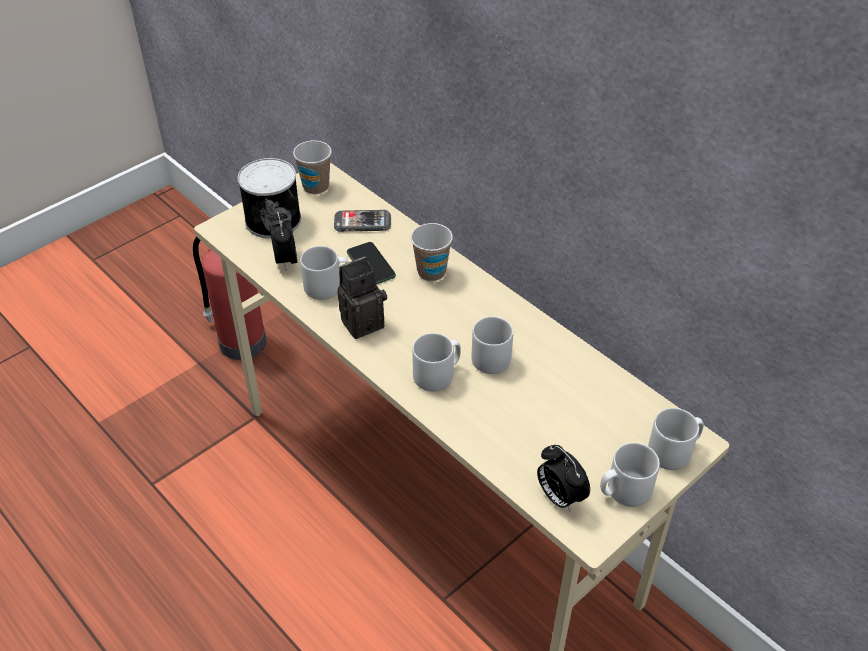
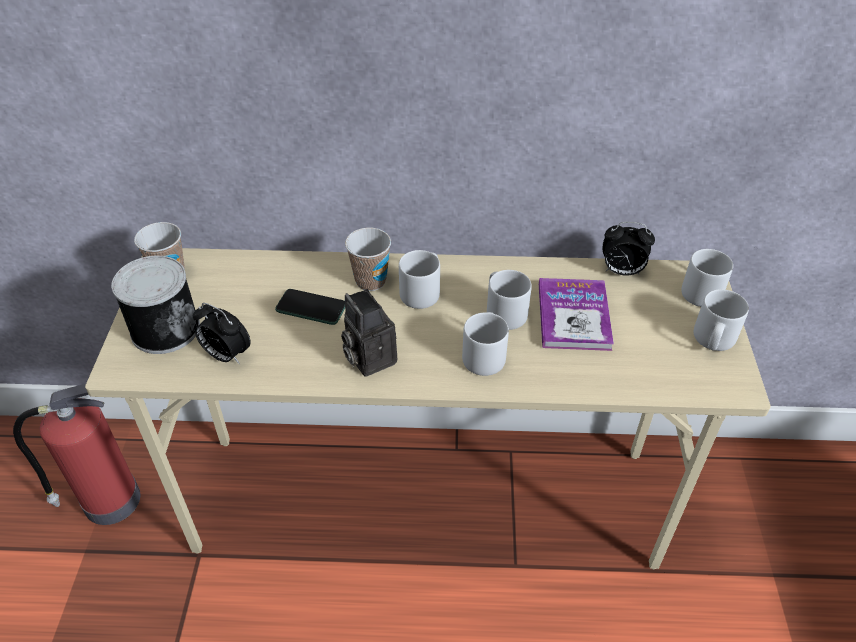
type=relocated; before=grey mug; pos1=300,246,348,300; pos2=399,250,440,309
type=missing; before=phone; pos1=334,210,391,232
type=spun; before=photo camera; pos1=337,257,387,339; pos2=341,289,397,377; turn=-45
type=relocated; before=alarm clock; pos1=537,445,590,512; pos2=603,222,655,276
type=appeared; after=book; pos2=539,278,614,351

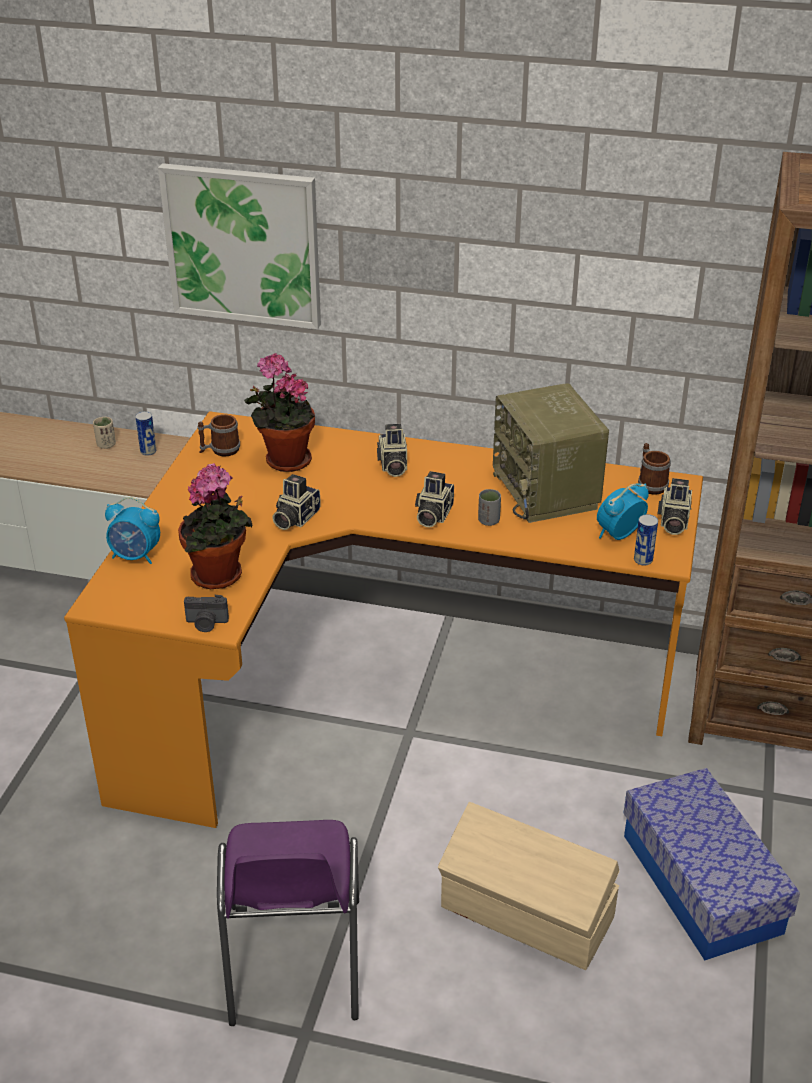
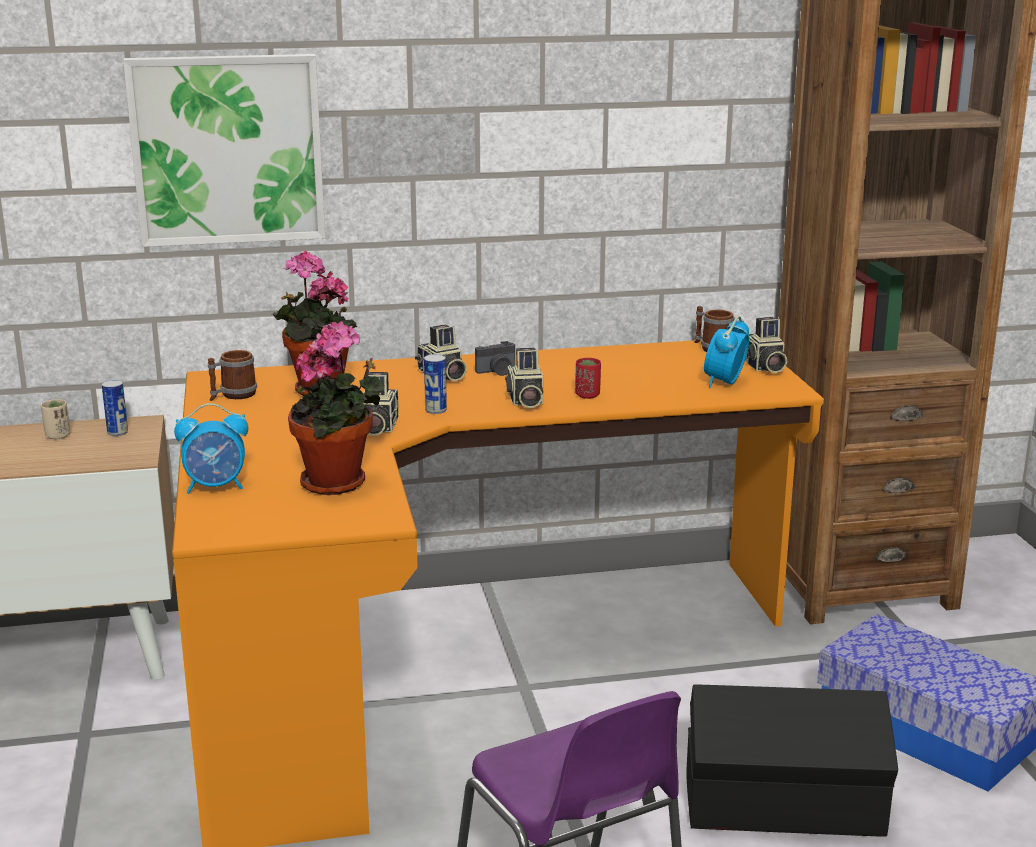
type=relocated; before=photo camera; pos1=184,595,229,632; pos2=475,341,515,376
type=colour; before=beige storage box; after=black storage box; pos1=438,802,619,970; pos2=686,684,898,837
type=colour; before=grey cup; after=red cup; pos1=478,489,501,526; pos2=575,358,601,399
type=missing; before=radio; pos1=493,383,609,523
type=relocated; before=can; pos1=634,514,658,565; pos2=424,354,447,414

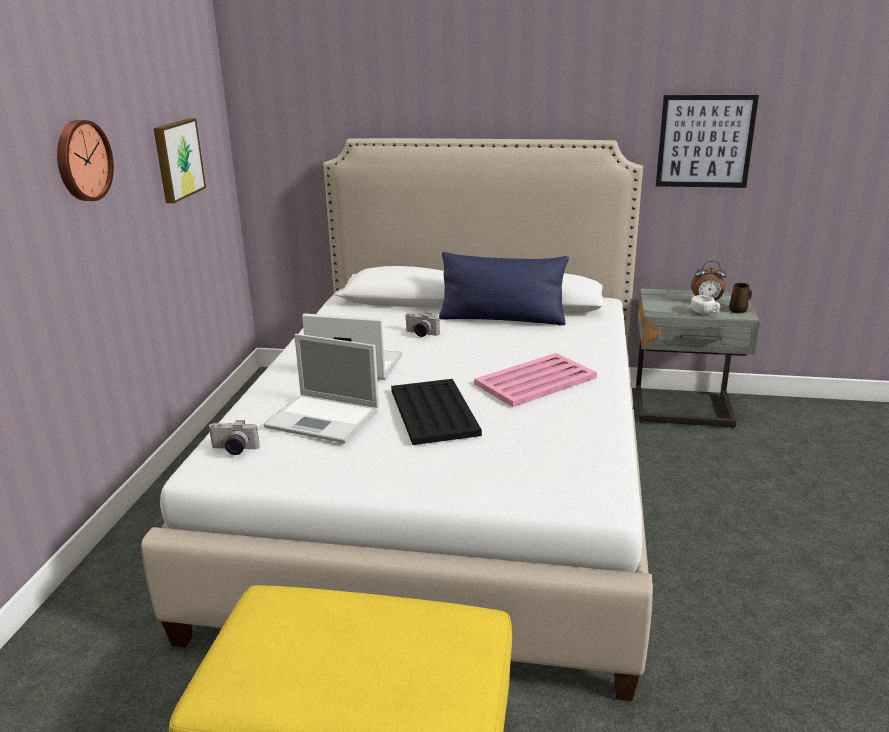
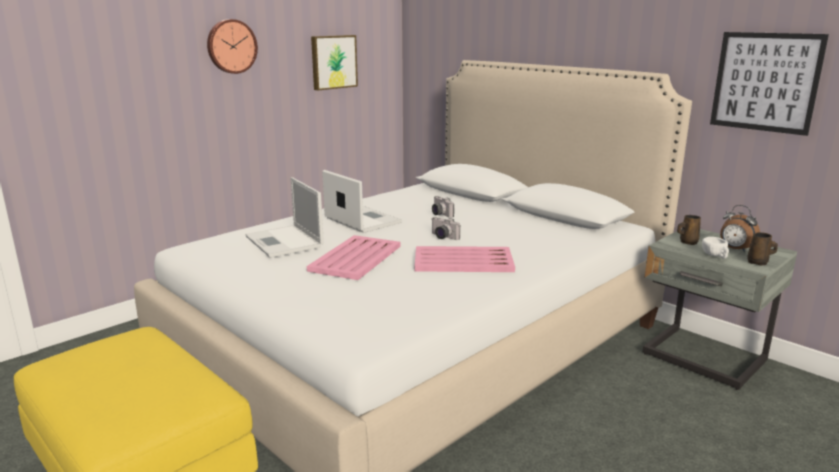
type=relocated; before=photo camera; pos1=209,420,260,455; pos2=432,217,460,240
type=colour; before=black tray; after=pink tray; pos1=391,379,482,445; pos2=307,235,400,280
type=missing; before=blue pillow; pos1=439,252,569,325
type=appeared; after=brown mug; pos2=677,215,701,245

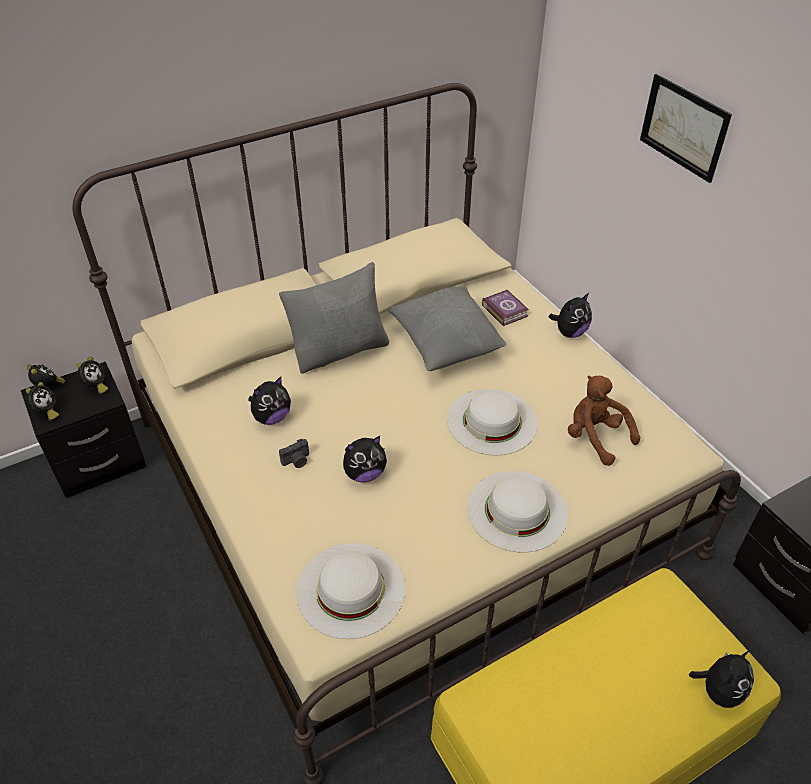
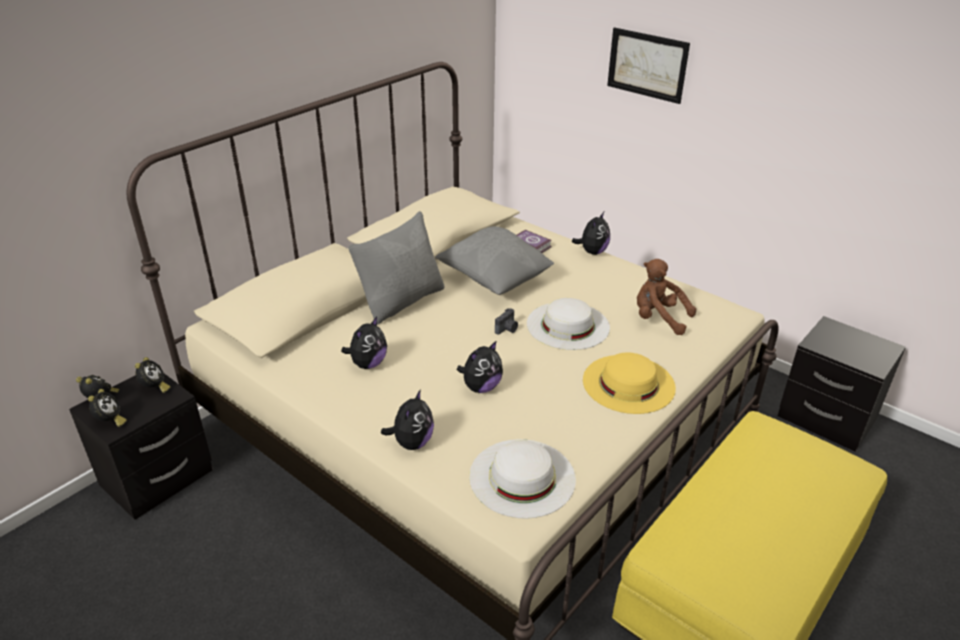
type=relocated; before=photo camera; pos1=279,439,309,468; pos2=495,308,518,335
type=colour; before=white hat; after=yellow hat; pos1=467,471,568,553; pos2=583,353,676,414
type=relocated; before=plush toy; pos1=689,650,754,708; pos2=381,389,434,450

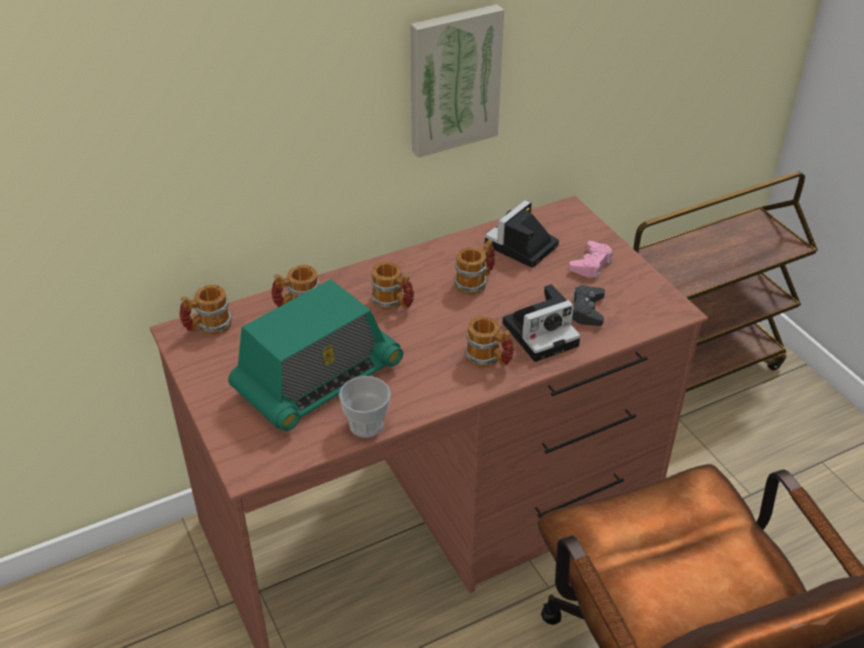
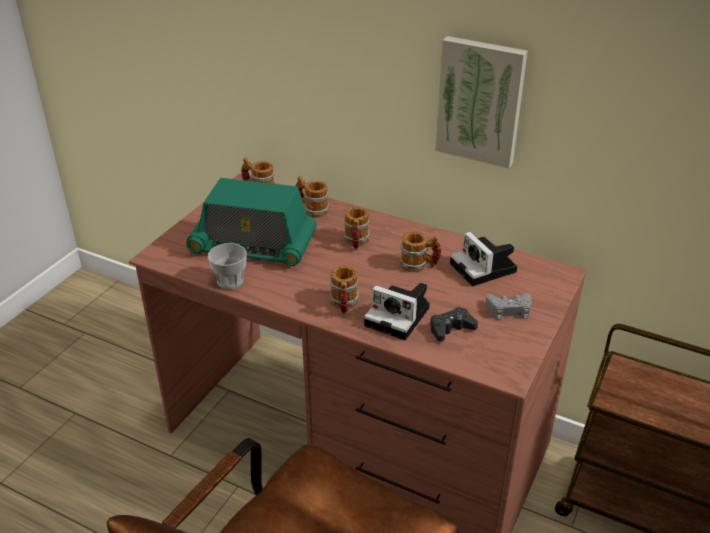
type=spun; before=photo camera; pos1=485,200,559,268; pos2=450,232,517,286; turn=-120
type=colour; before=pink game controller; after=grey game controller; pos1=569,241,613,278; pos2=486,293,532,319

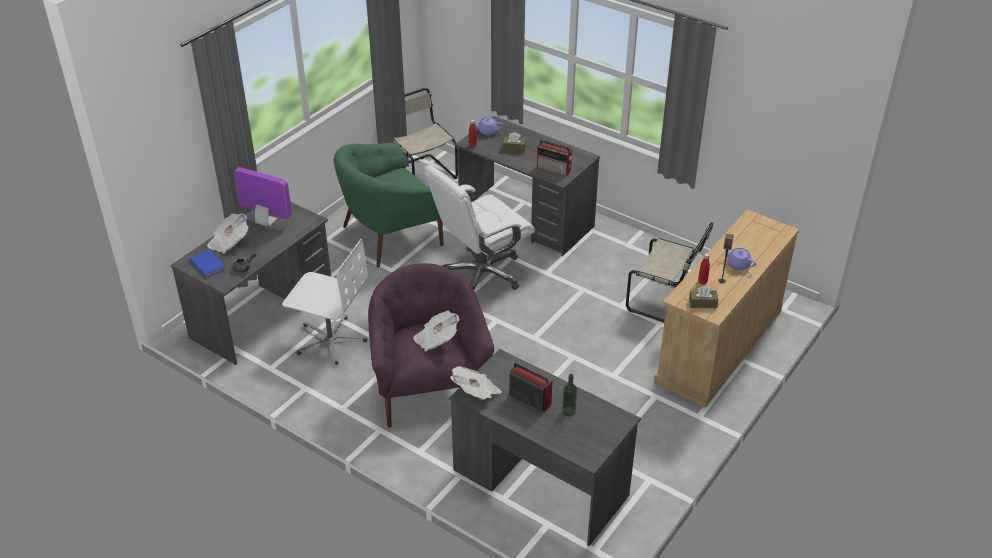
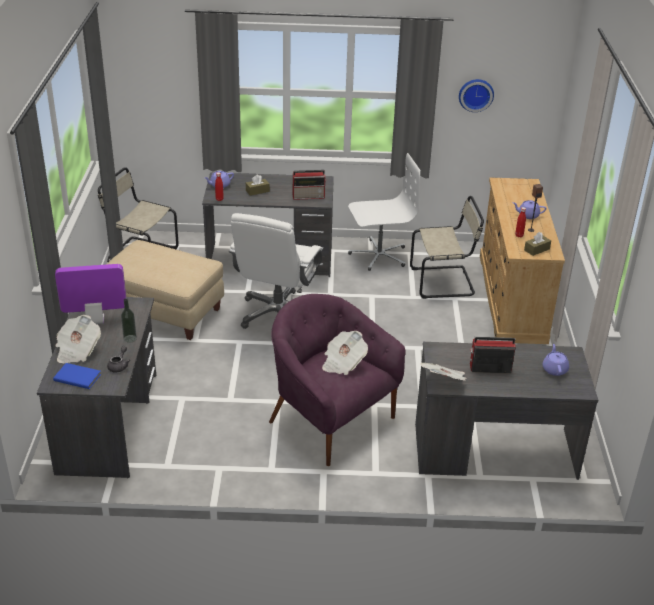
type=relocated; before=white office chair; pos1=282,239,368,365; pos2=348,153,420,271
type=exchanged; before=green armchair; after=beige ottoman; pos1=333,143,443,267; pos2=106,240,224,340
type=relocated; before=bottle; pos1=562,374,577,417; pos2=121,298,137,343
type=appeared; after=wall clock; pos2=459,79,494,112
type=appeared; after=purple teapot; pos2=542,344,569,376

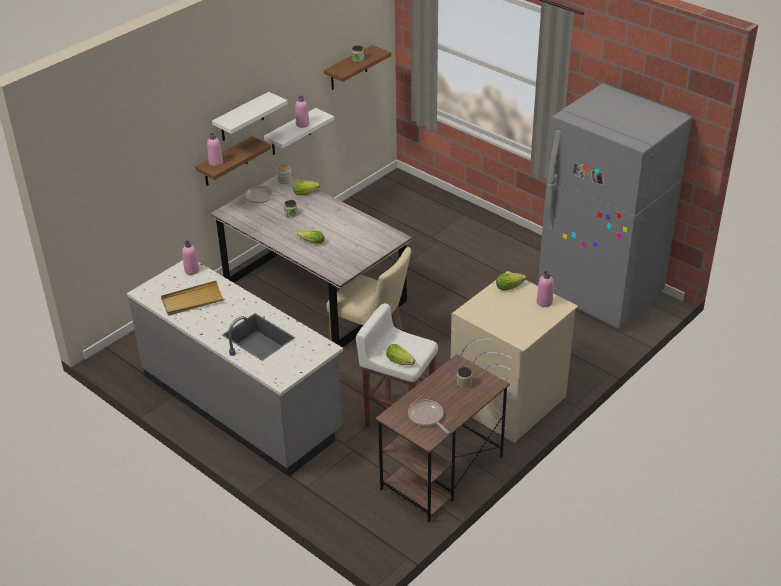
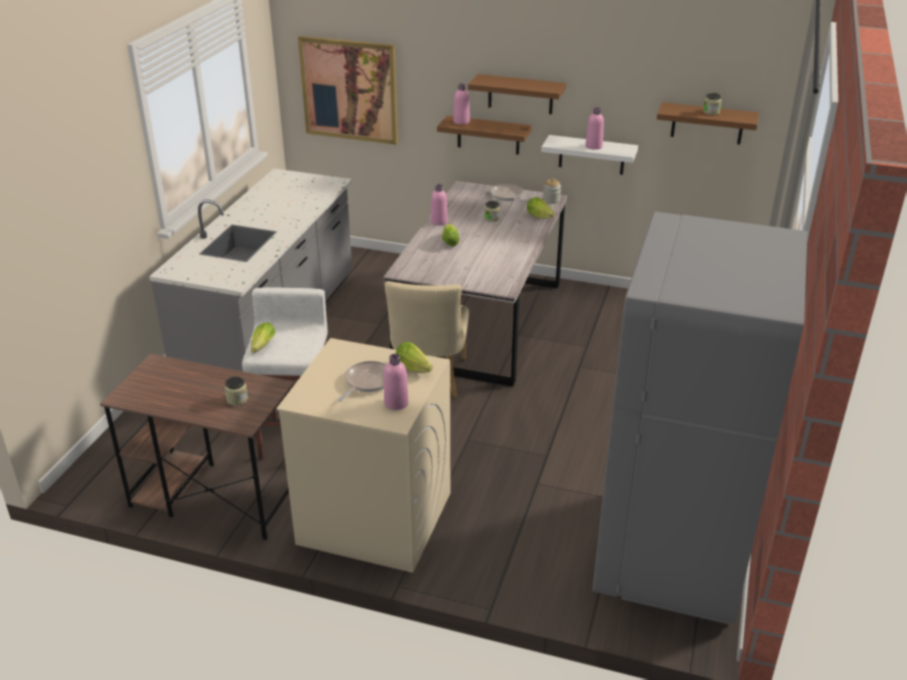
type=missing; before=beige tray; pos1=161,280,225,316
type=relocated; before=pink bottle; pos1=182,240,200,275; pos2=431,184,448,225
type=colour; before=white shelf; after=brown shelf; pos1=212,92,288,141; pos2=468,74,566,114
type=relocated; before=frying pan; pos1=408,400,449,434; pos2=338,361,386,401
type=appeared; after=picture; pos2=298,36,398,145

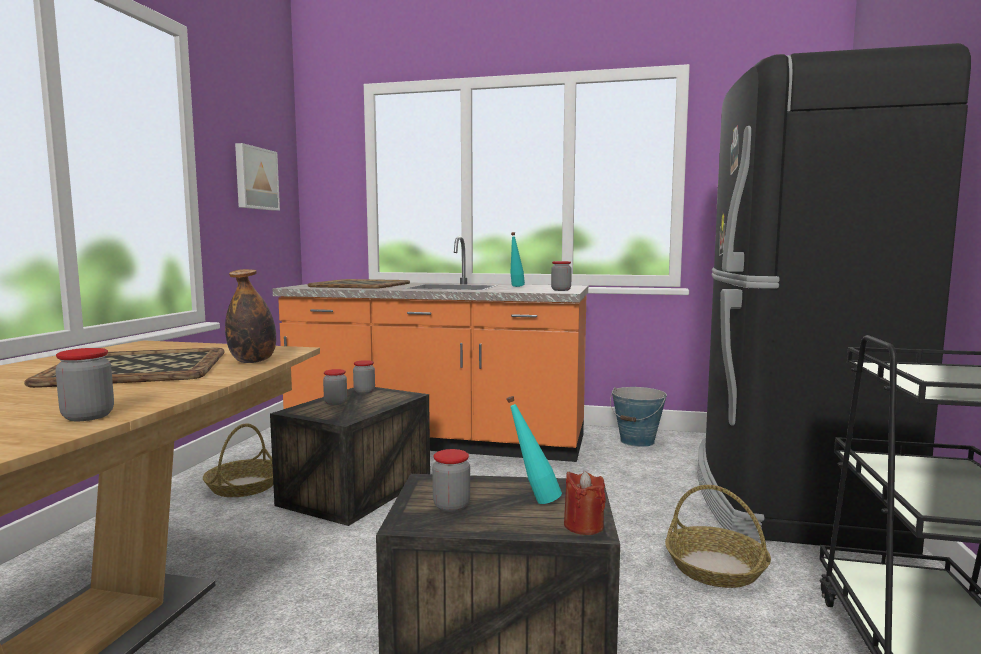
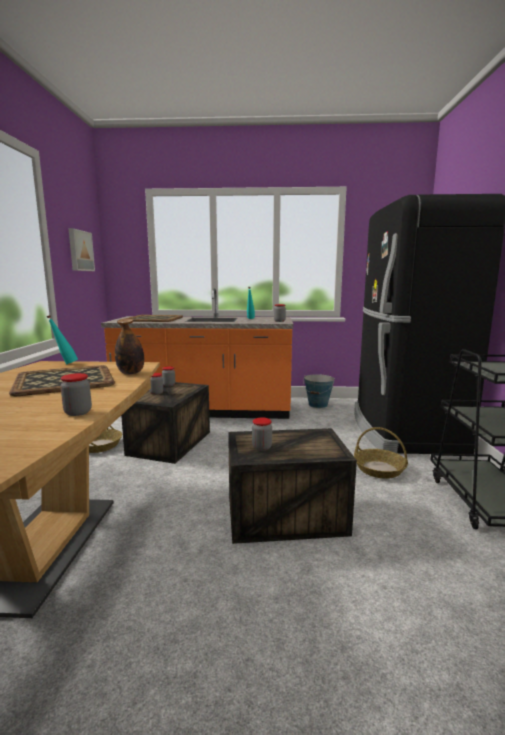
type=relocated; before=turquoise bottle; pos1=507,396,562,504; pos2=46,315,78,365
type=missing; before=red candle; pos1=564,471,606,535

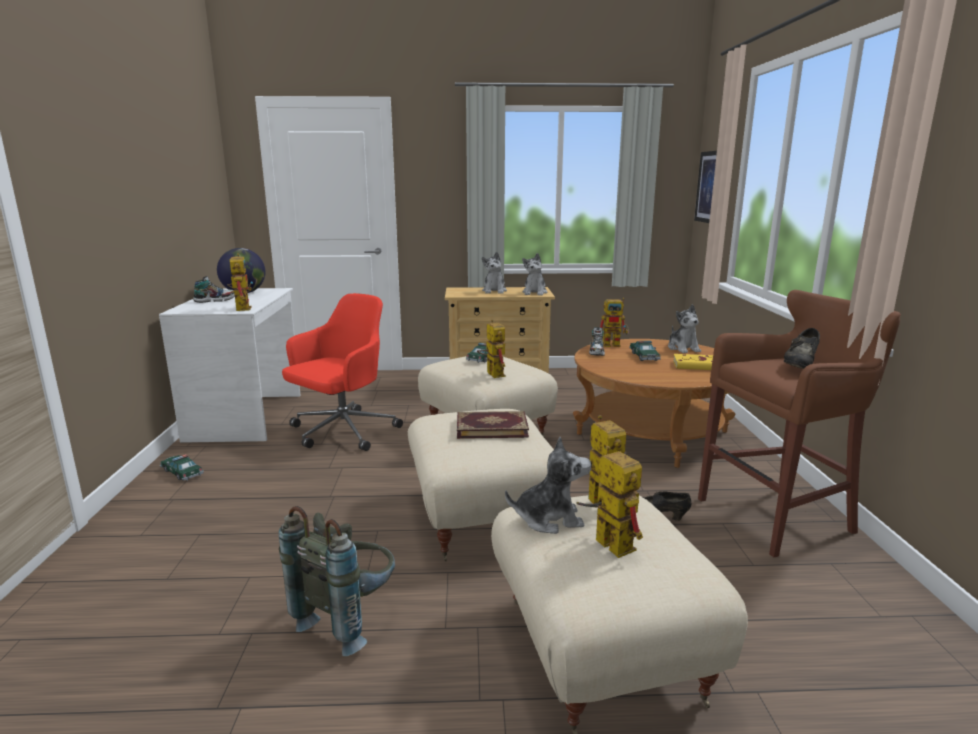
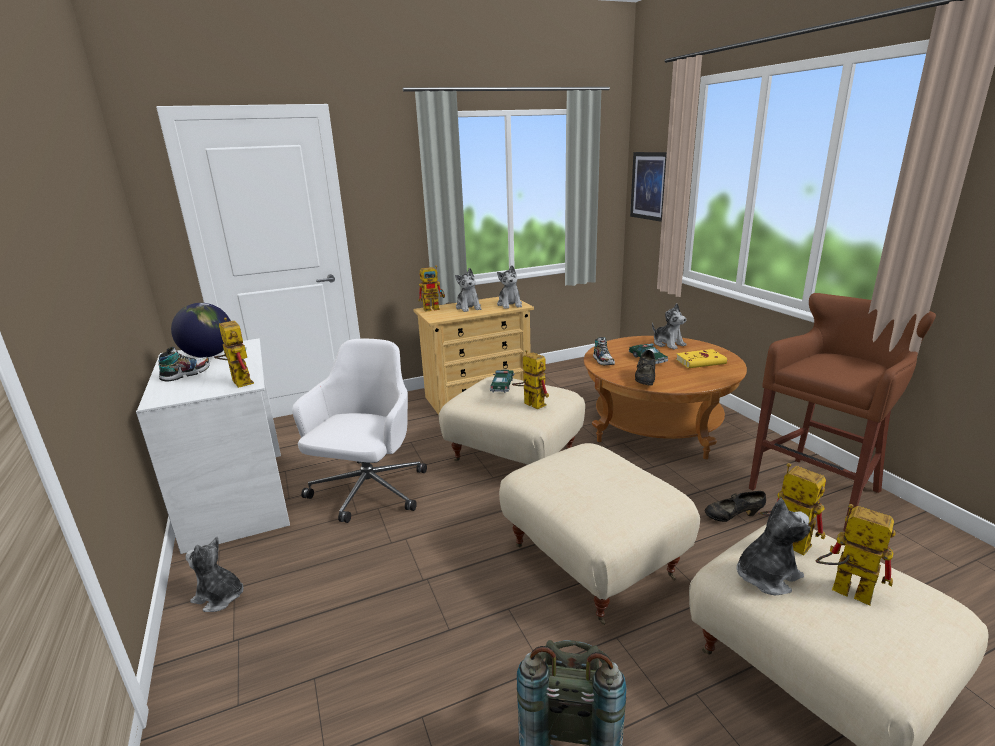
type=exchanged; before=toy car; after=plush toy; pos1=160,454,204,481; pos2=185,536,244,612
type=colour; before=red office chair; after=white office chair; pos1=282,293,403,451; pos2=292,339,427,523
type=missing; before=book; pos1=457,411,529,439
type=relocated; before=toy robot; pos1=600,298,629,347; pos2=418,265,445,312
type=relocated; before=black shoe; pos1=784,328,820,369; pos2=635,350,656,386

